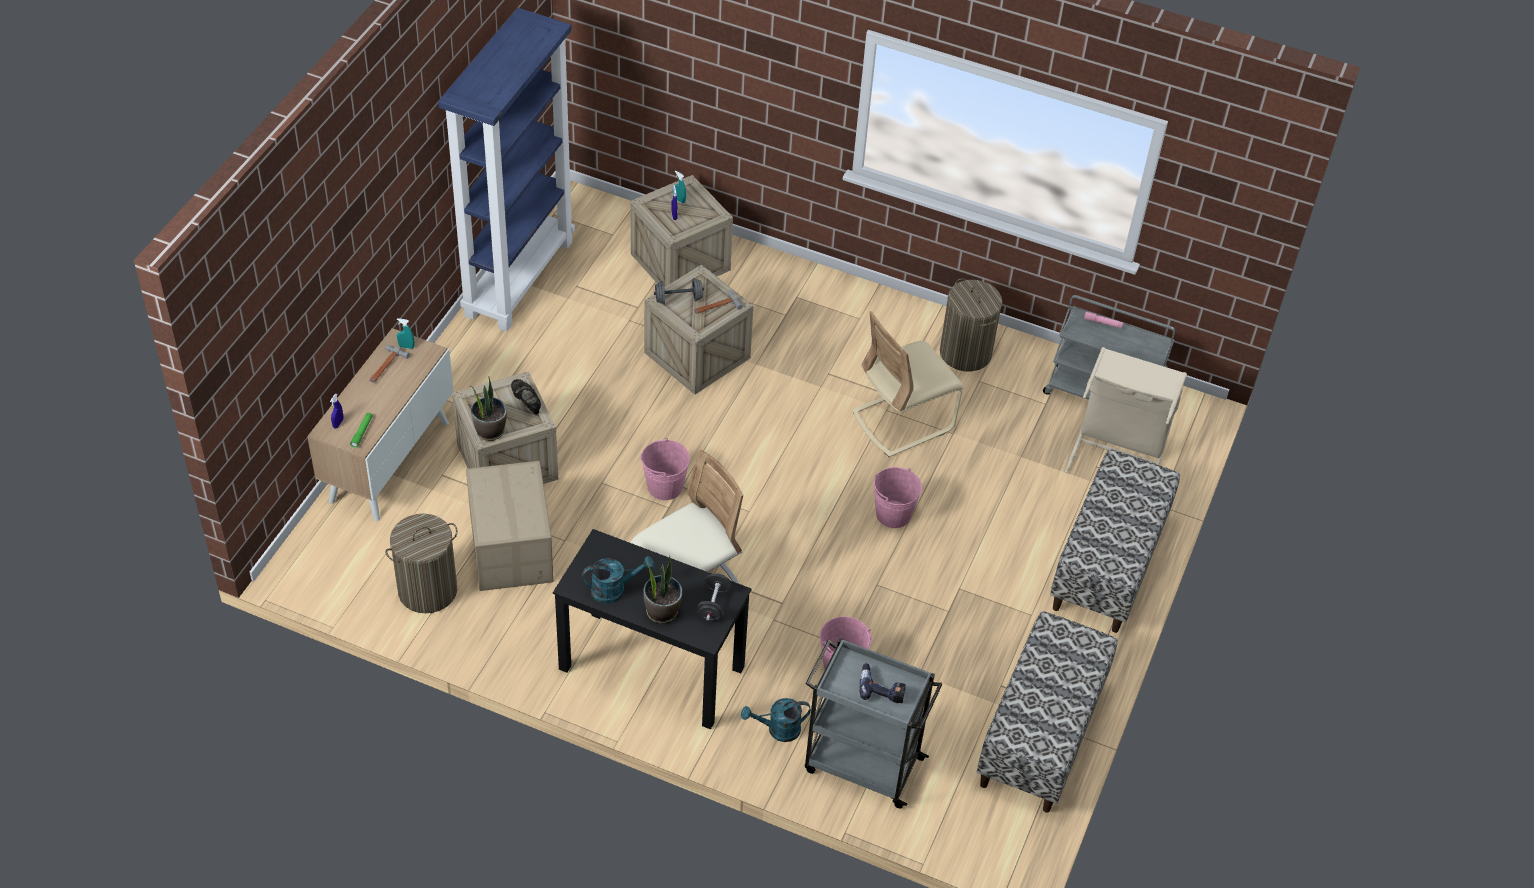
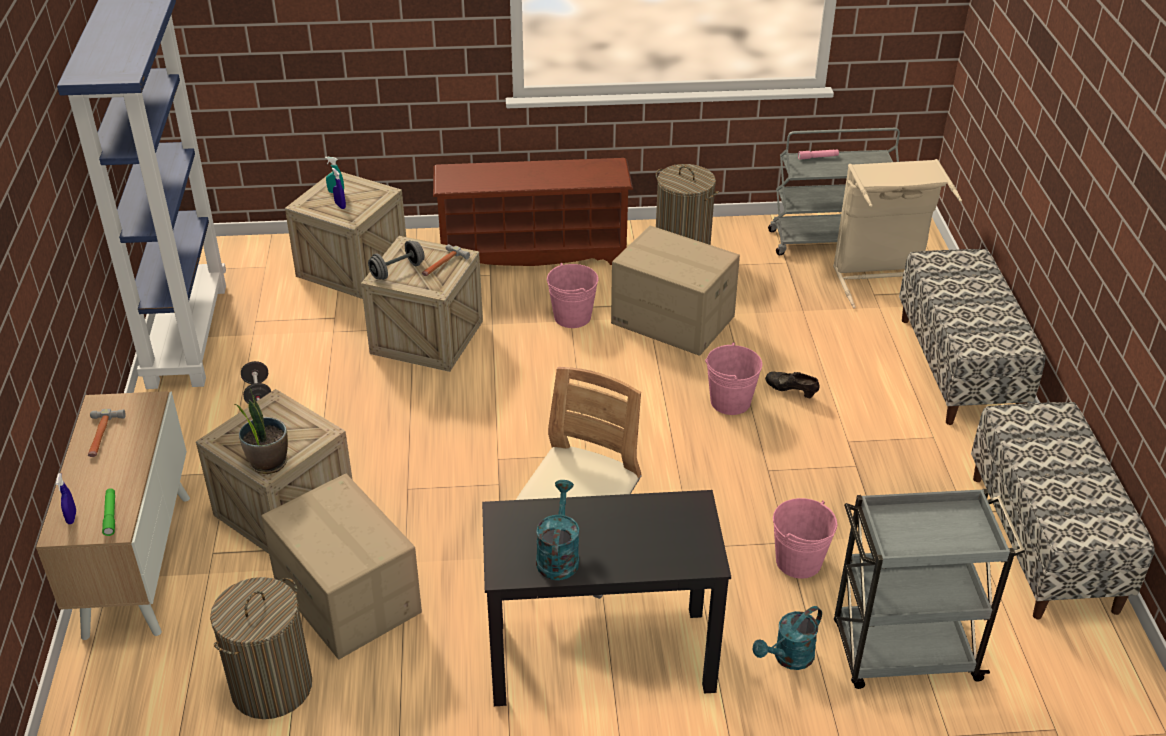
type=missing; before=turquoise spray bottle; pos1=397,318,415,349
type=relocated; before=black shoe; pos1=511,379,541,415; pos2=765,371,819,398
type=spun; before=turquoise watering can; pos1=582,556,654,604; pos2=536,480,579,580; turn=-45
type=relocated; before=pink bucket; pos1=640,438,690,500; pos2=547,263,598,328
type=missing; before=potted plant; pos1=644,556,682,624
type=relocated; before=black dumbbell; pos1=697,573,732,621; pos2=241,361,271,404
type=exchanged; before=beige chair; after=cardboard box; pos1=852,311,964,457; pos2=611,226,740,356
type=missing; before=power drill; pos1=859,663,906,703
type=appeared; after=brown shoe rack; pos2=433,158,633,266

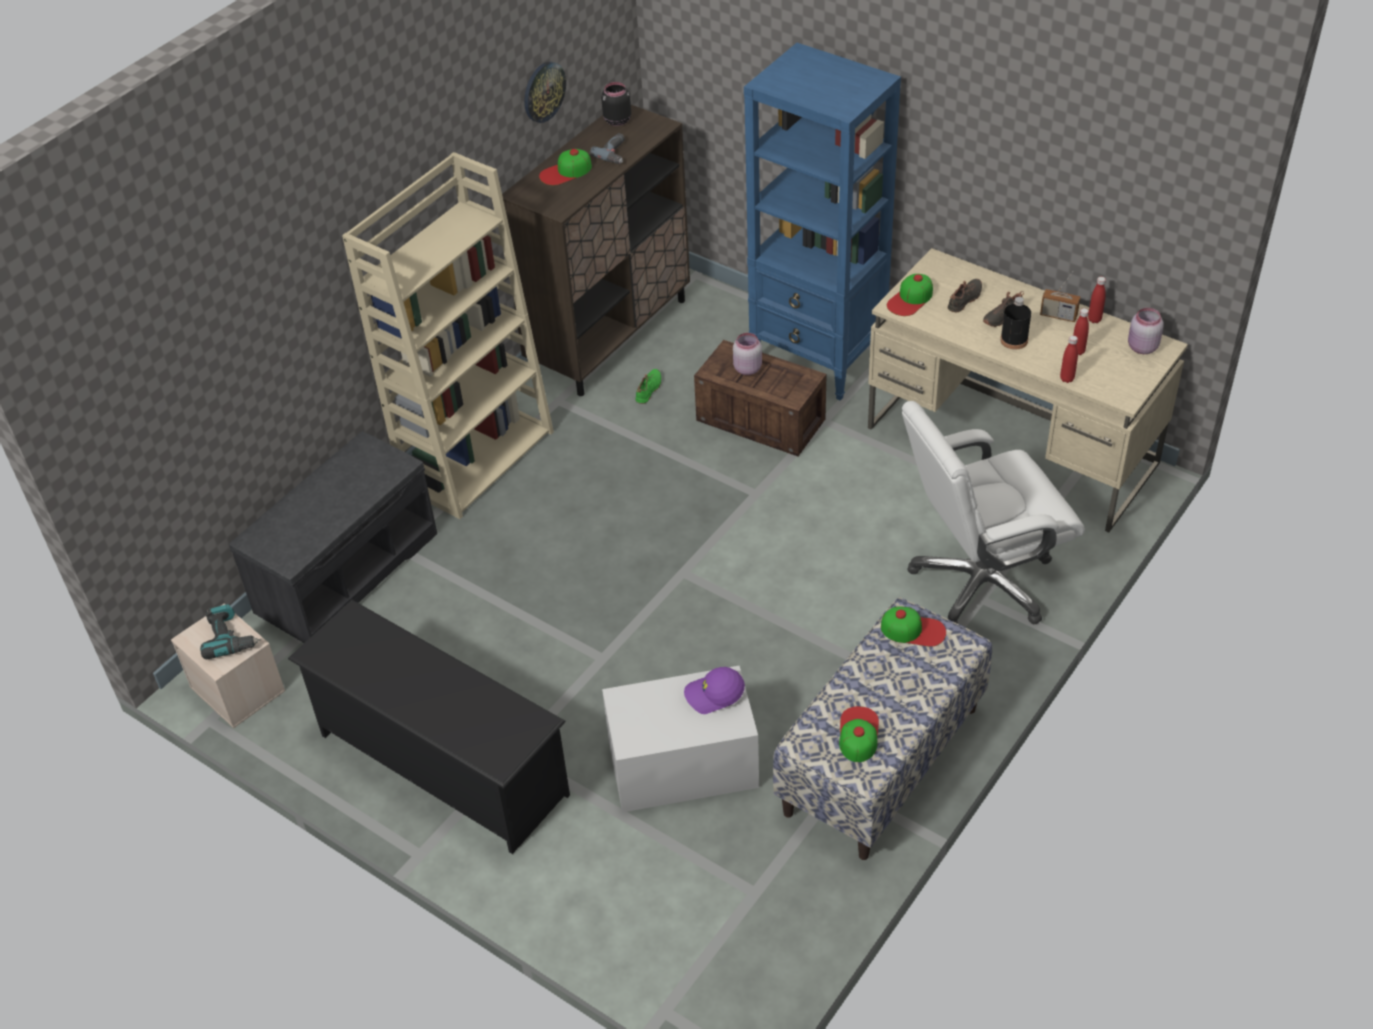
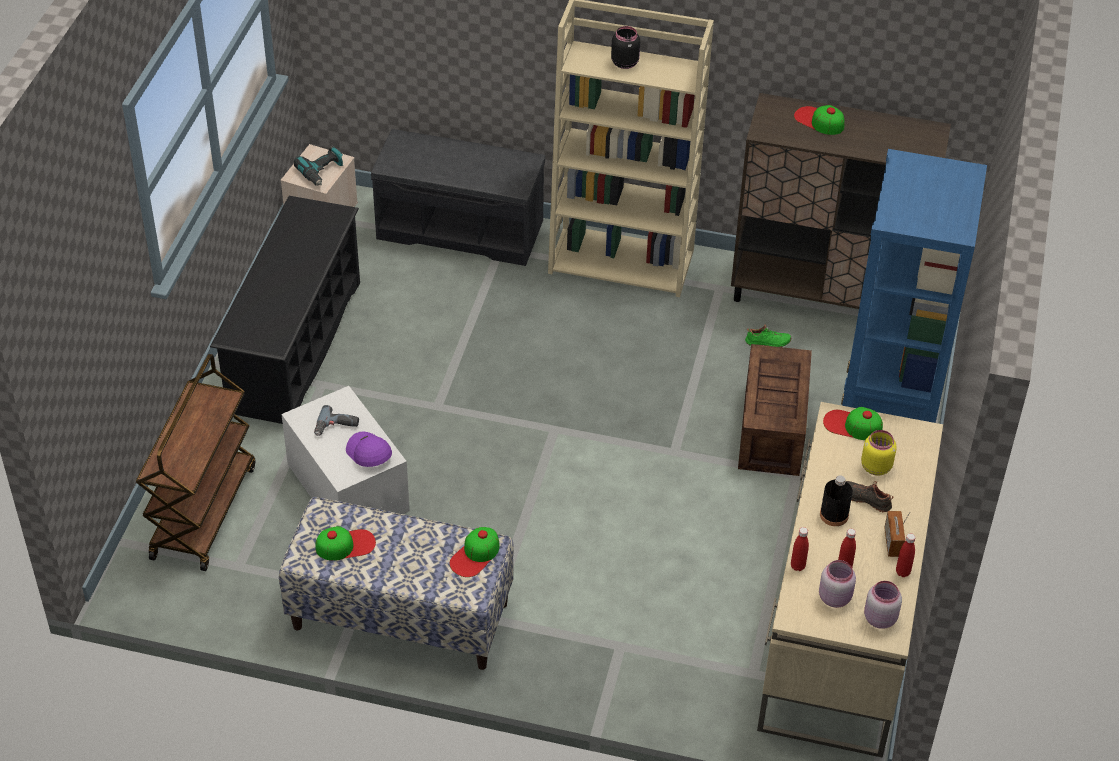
type=missing; before=wall clock; pos1=524,62,566,123
type=relocated; before=power drill; pos1=590,133,625,164; pos2=314,405,359,436
type=relocated; before=black jar; pos1=601,82,631,126; pos2=611,26,640,69
type=relocated; before=pink jar; pos1=733,333,762,375; pos2=819,560,856,608
type=spun; before=cap; pos1=881,606,946,647; pos2=450,527,500,577; turn=45
type=missing; before=white office chair; pos1=902,401,1085,625
type=exchanged; before=black shoe; after=yellow jar; pos1=948,279,982,312; pos2=861,430,897,476
type=appeared; after=brown cart; pos2=136,354,255,571

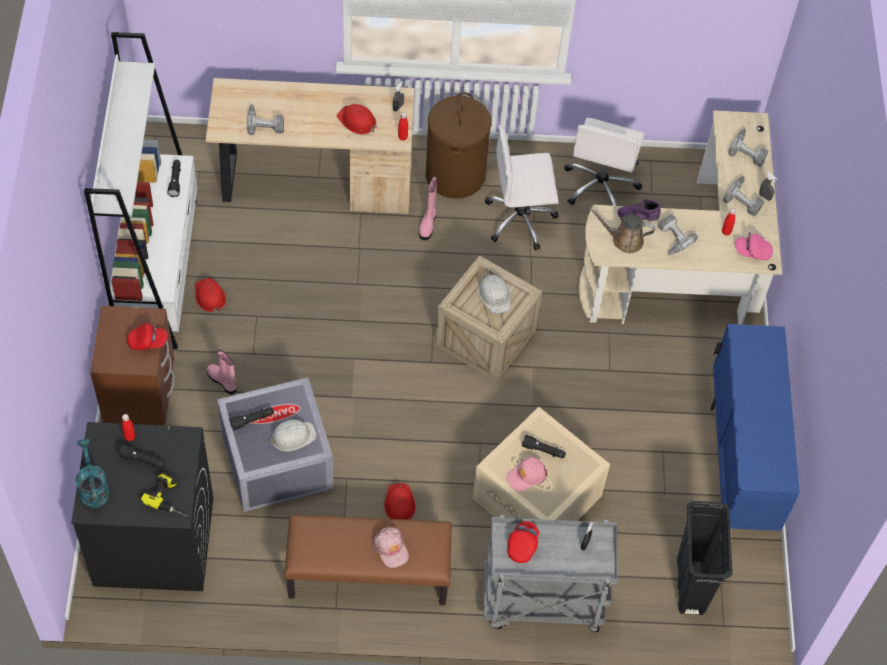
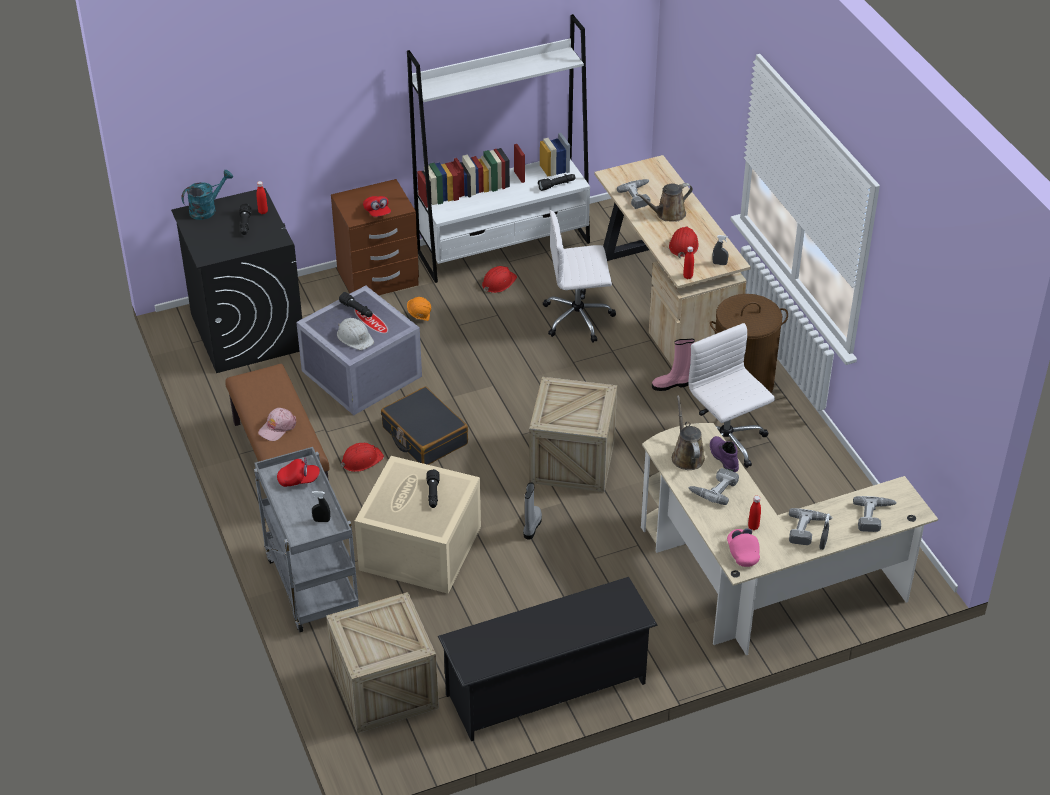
type=missing; before=power drill; pos1=140,473,187,517
type=exchanged; before=pink boot; after=orange hard hat; pos1=207,350,236,394; pos2=407,297,431,321
type=missing; before=white hard hat; pos1=478,275,510,314
type=missing; before=pink cap; pos1=506,456,548,491
type=relocated; before=white office chair; pos1=564,118,645,206; pos2=543,210,616,343
type=exchanged; before=black trash can; after=crate; pos1=677,501,732,615; pos2=326,592,439,733
type=exchanged; before=blue cabinet; after=black shoe rack; pos1=710,324,800,531; pos2=438,577,658,741
type=appeared; after=black suitcase; pos2=381,387,468,465
type=appeared; after=grey boot; pos2=523,482,542,540
type=appeared; after=brown watering can; pos2=636,183,693,221

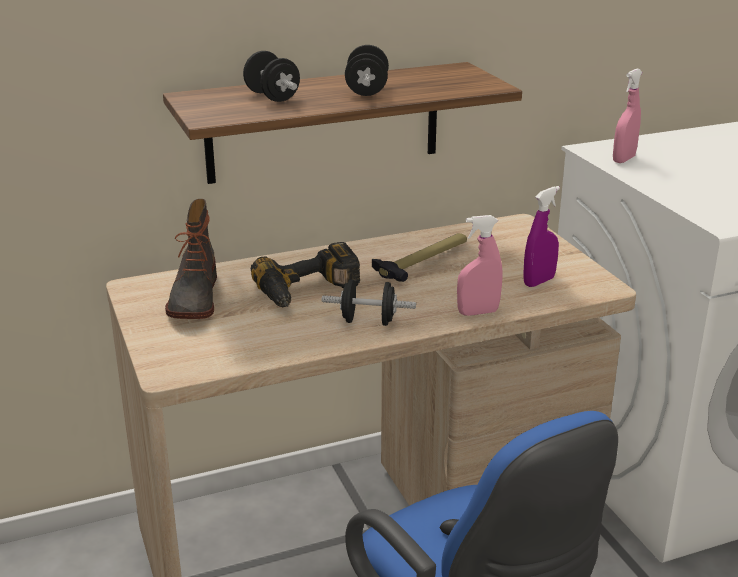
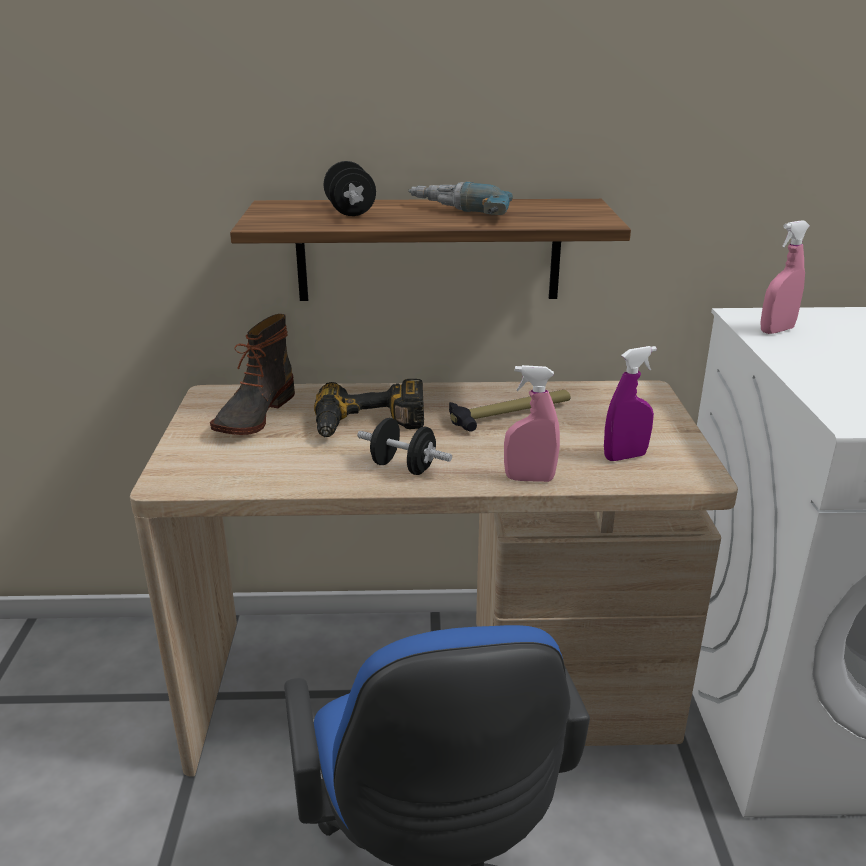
type=exchanged; before=black dumbbell; after=power drill; pos1=345,45,389,96; pos2=408,182,513,215

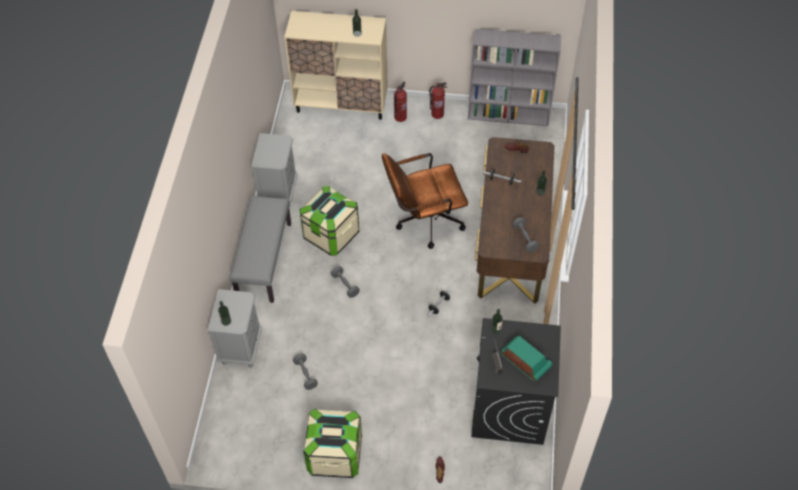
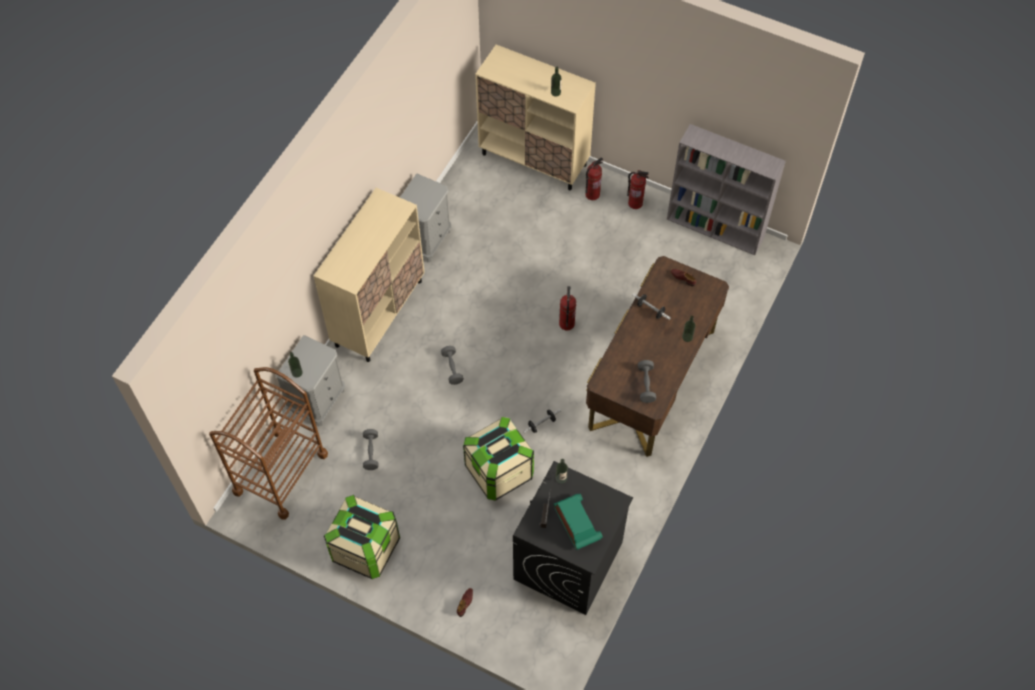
type=exchanged; before=grey bench; after=beige cabinet; pos1=229,196,291,303; pos2=314,188,425,362
type=relocated; before=storage box; pos1=300,186,359,256; pos2=463,417,534,501
type=exchanged; before=brown office chair; after=fire extinguisher; pos1=382,153,468,249; pos2=559,286,576,331
type=appeared; after=brown cart; pos2=209,367,328,520

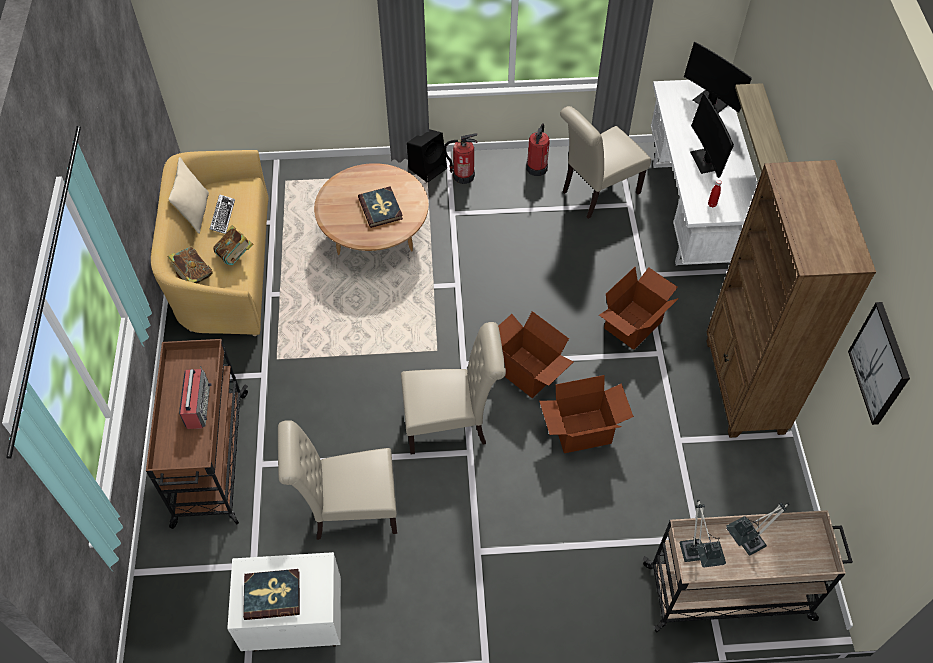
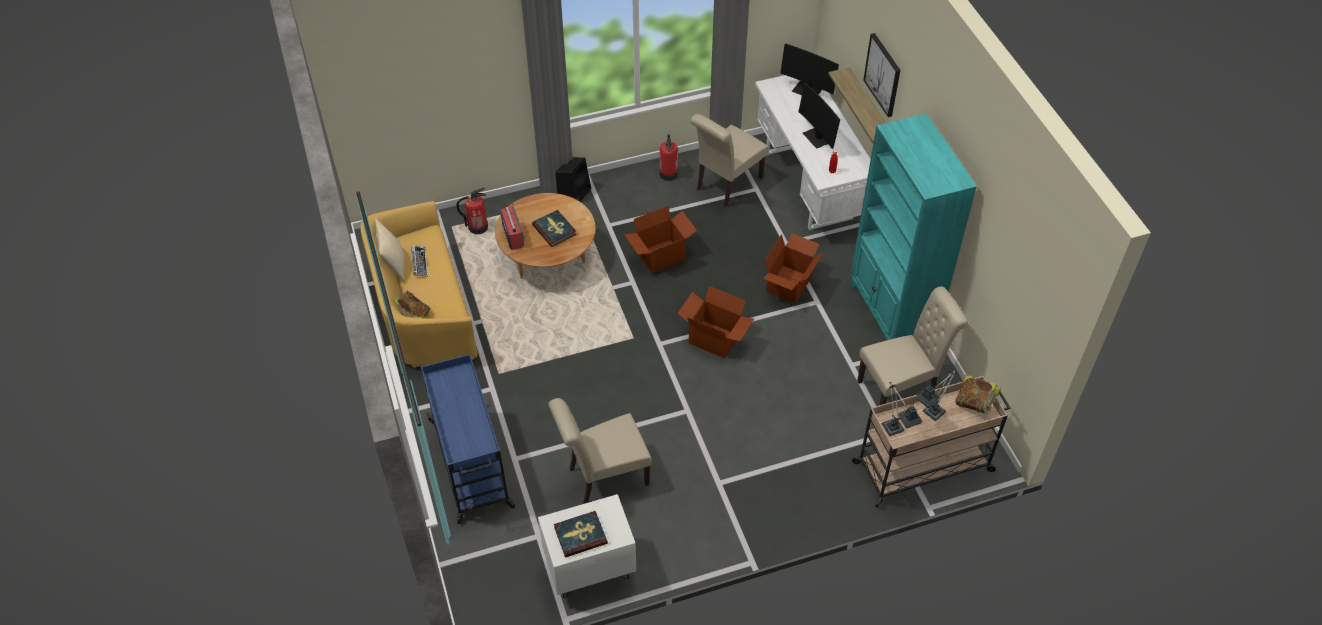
type=colour; before=brown cart; after=blue cart; pos1=146,339,248,529; pos2=421,354,515,524
type=relocated; before=radio; pos1=179,366,212,429; pos2=500,203,525,250
type=relocated; before=book; pos1=213,225,253,265; pos2=955,375,1001,413
type=relocated; before=beige chair; pos1=401,322,506,454; pos2=857,286,968,405
type=relocated; before=fire extinguisher; pos1=444,133,478,184; pos2=456,187,488,234
type=relocated; before=cardboard box; pos1=539,375,634,453; pos2=624,206,697,273
type=colour; before=brown bookcase; after=turquoise bookcase; pos1=706,160,876,438; pos2=851,113,977,340
type=relocated; before=picture; pos1=848,302,910,425; pos2=863,33,900,117

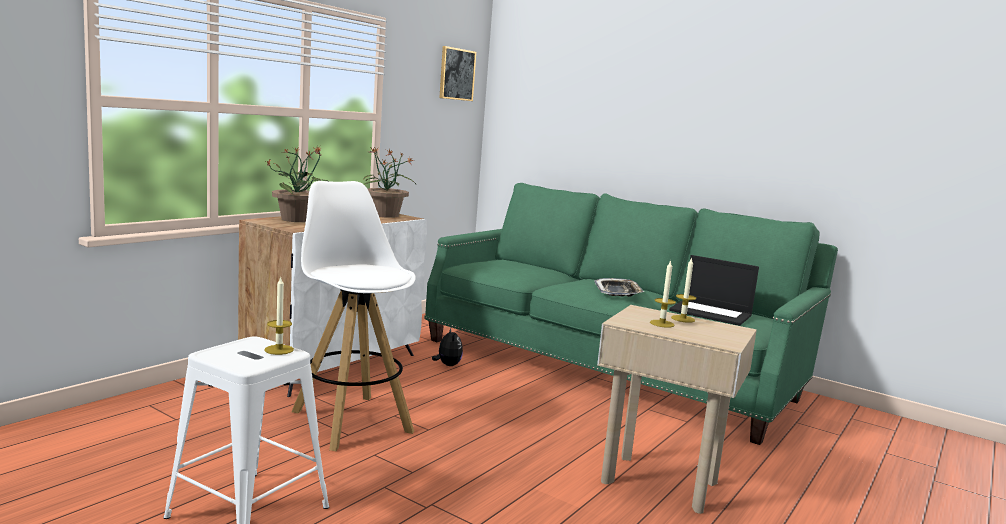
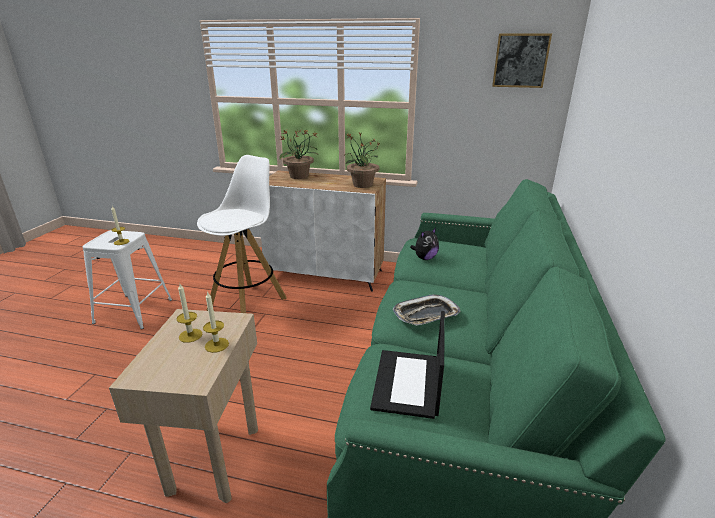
type=relocated; before=plush toy; pos1=432,328,463,366; pos2=410,228,439,260

